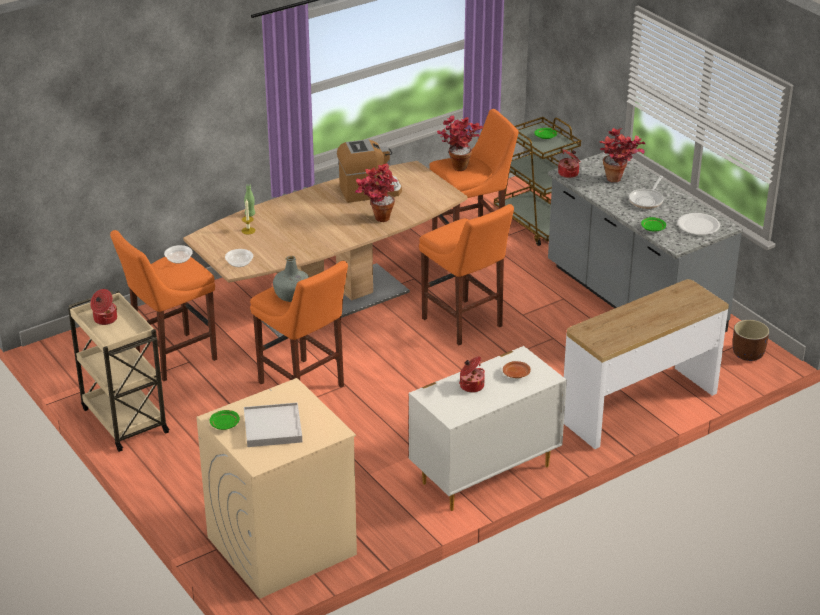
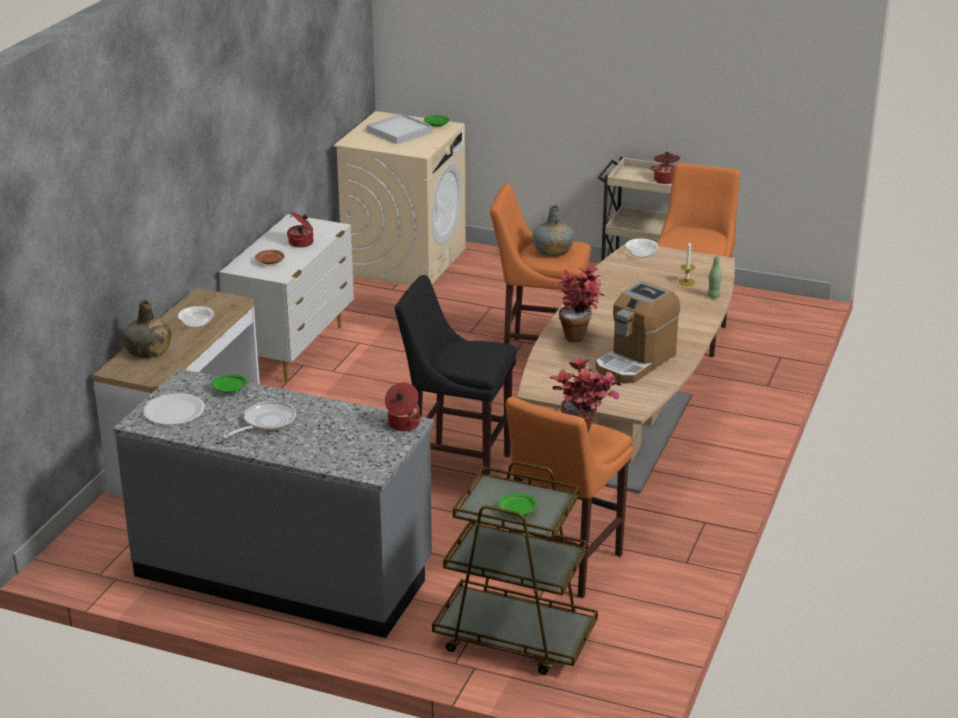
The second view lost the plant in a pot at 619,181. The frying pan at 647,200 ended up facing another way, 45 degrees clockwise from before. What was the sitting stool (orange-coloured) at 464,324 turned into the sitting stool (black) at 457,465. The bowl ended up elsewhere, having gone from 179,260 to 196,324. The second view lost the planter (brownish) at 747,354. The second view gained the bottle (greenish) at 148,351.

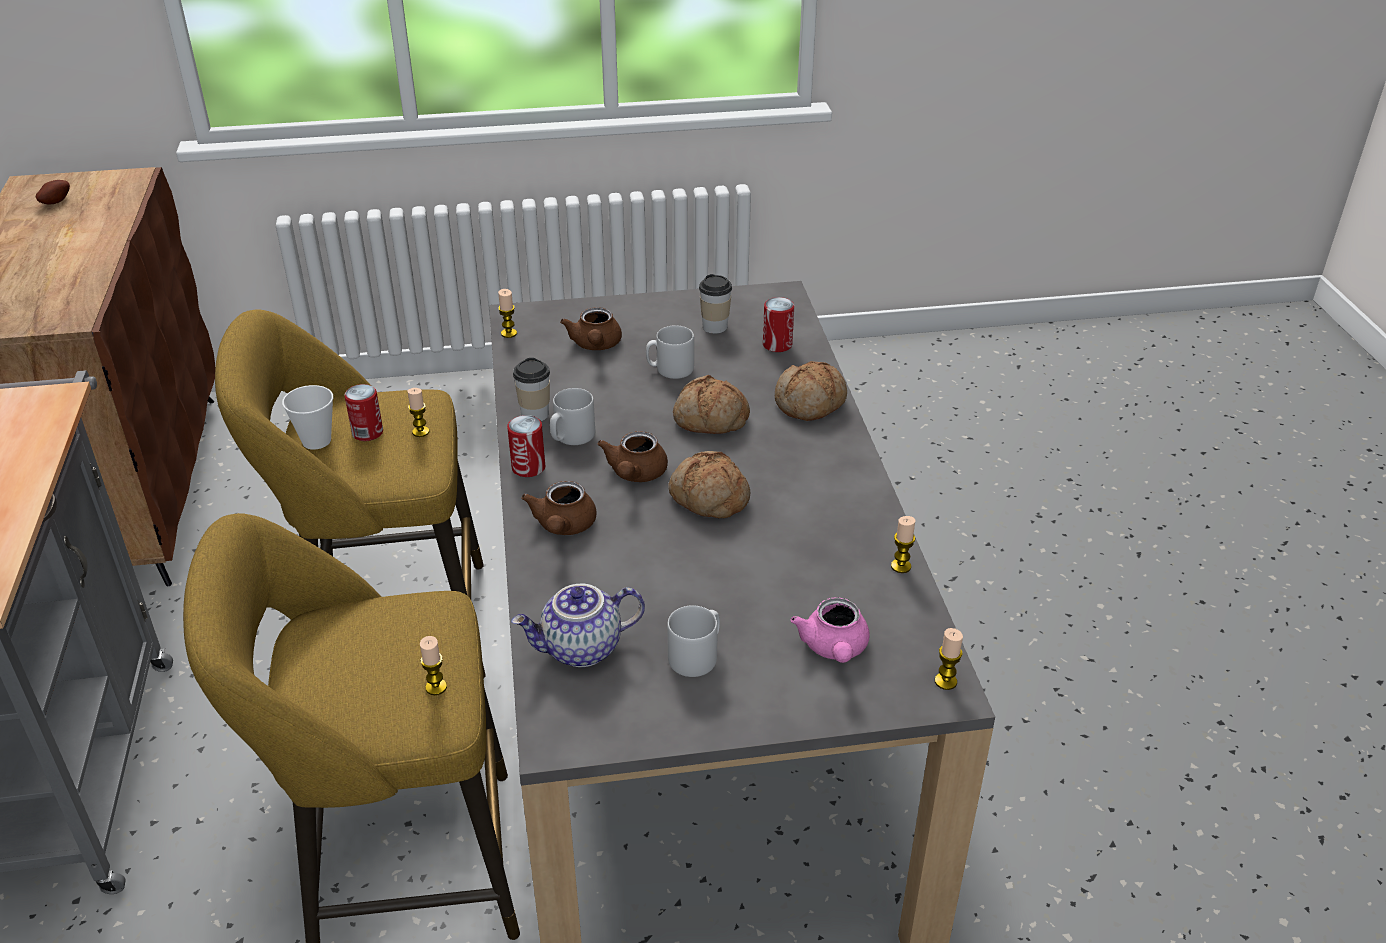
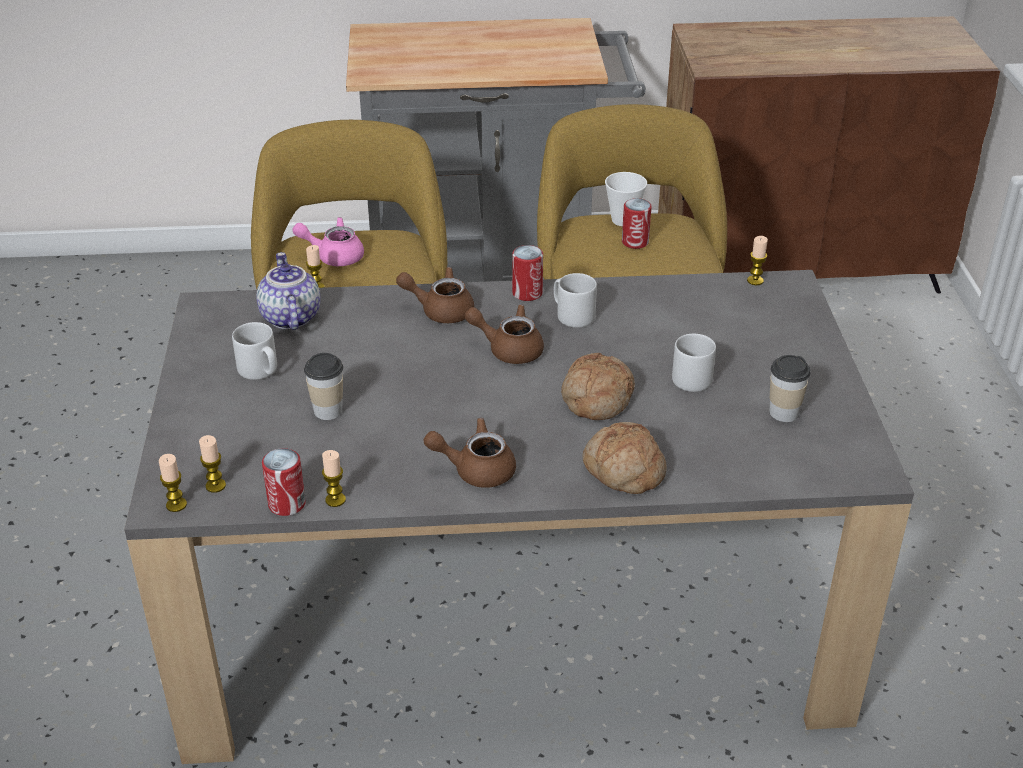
The second view lost the potato at 55,201. The sealed can ended up elsewhere, having gone from 777,345 to 287,504. The pot for tea (brownish) ended up elsewhere, having gone from 595,345 to 476,470. The small cup ended up elsewhere, having gone from 535,414 to 328,410. The candle ended up elsewhere, having gone from 420,432 to 215,486. The second view lost the bread at 708,498. The pot for tea (pink-coloured) ended up elsewhere, having gone from 834,649 to 334,256.

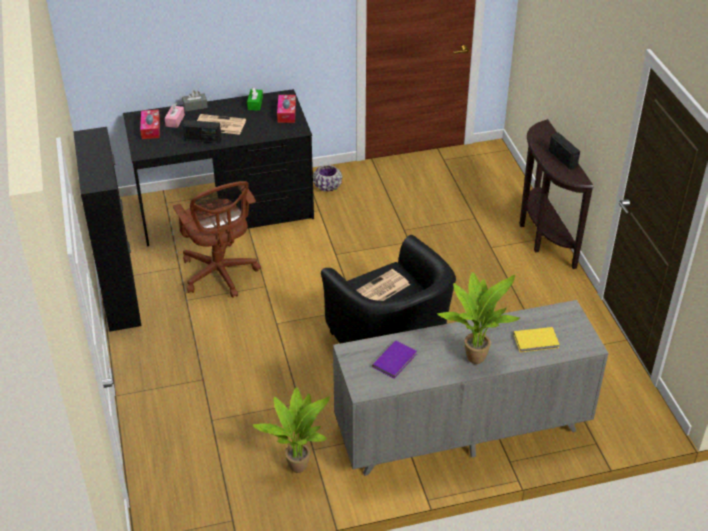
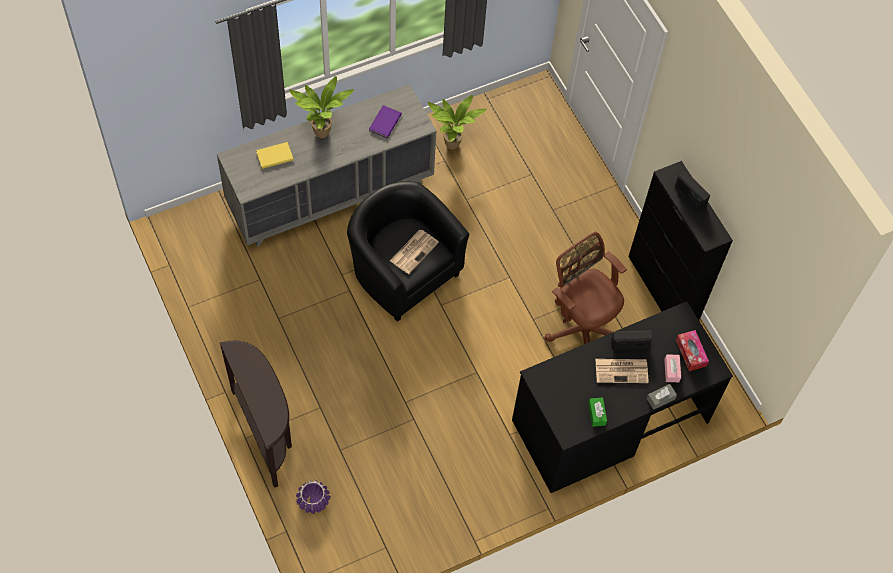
The second view lost the box of tissues at 286,113. The radio set ended up elsewhere, having gone from 563,159 to 690,196. The planter (purplish) ended up elsewhere, having gone from 327,186 to 313,501.

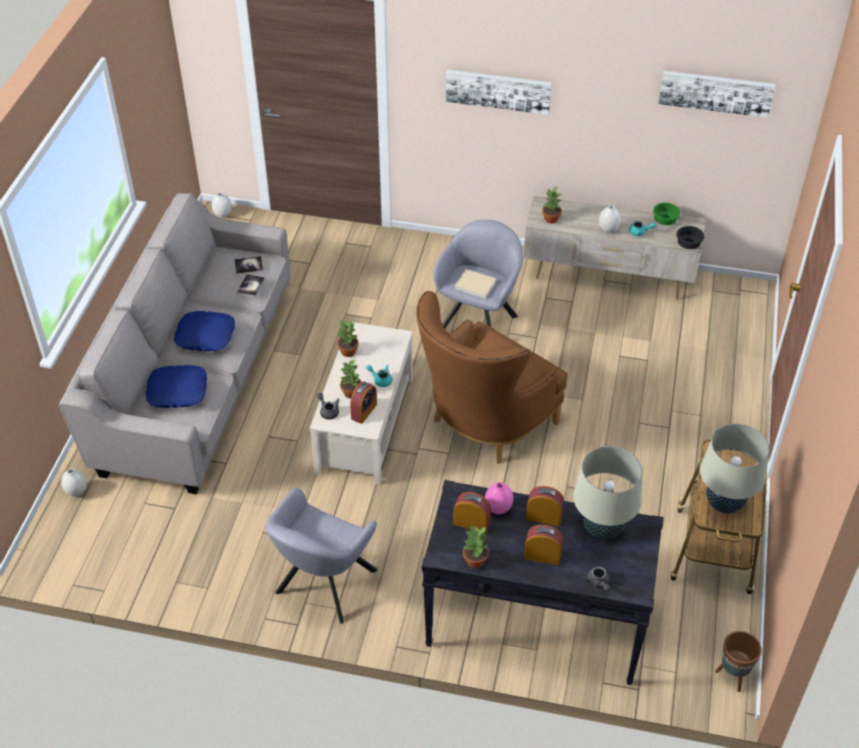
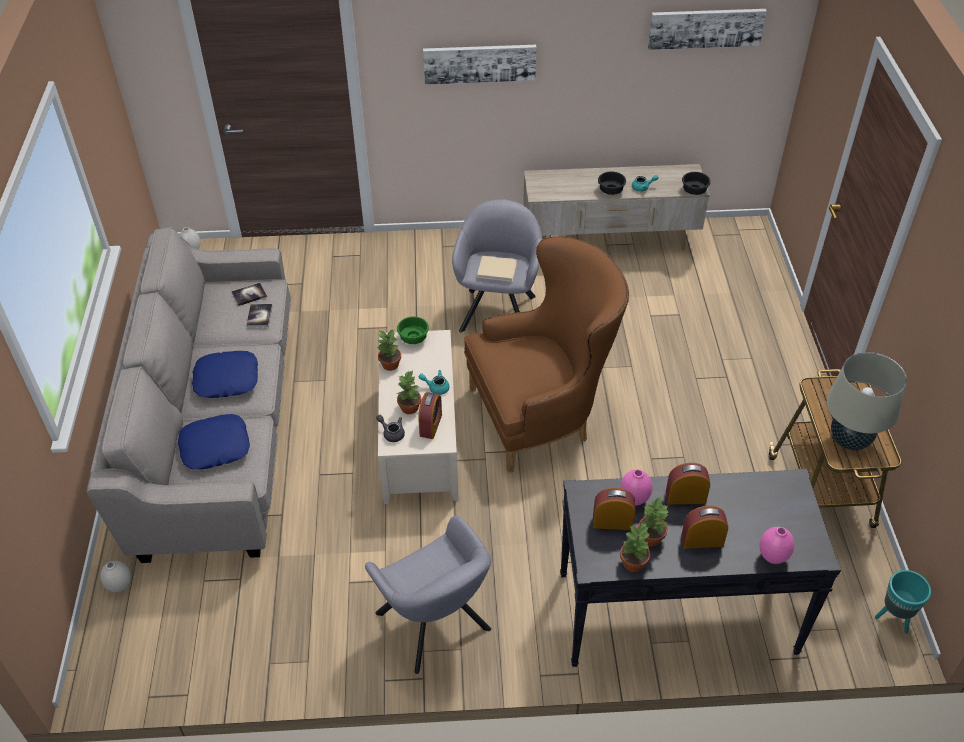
The plant in a pot ended up elsewhere, having gone from 550,219 to 650,538. The bowl (greenish) ended up elsewhere, having gone from 664,220 to 413,337. Where the decorative vase (white) stood at 608,230, the bowl (black) came to stand at 611,191. The armchair (brownish) at 482,426 ended up facing another way, 135 degrees counterclockwise from before. The second view lost the lamp for a table (sand-coloured) at 602,528. The armchair (gray) at 323,585 ended up facing another way, 45 degrees counterclockwise from before. Where the pot for tea (gray) stood at 598,583, the decorative vase (pink-coloured) came to stand at 773,557. What was the planter (brownish) at 733,676 turned into the planter (turquoise) at 894,618.

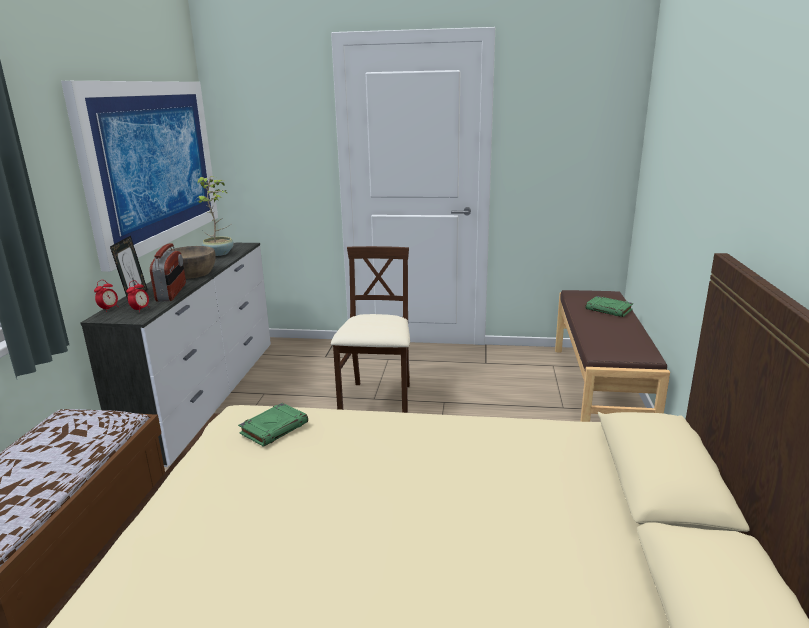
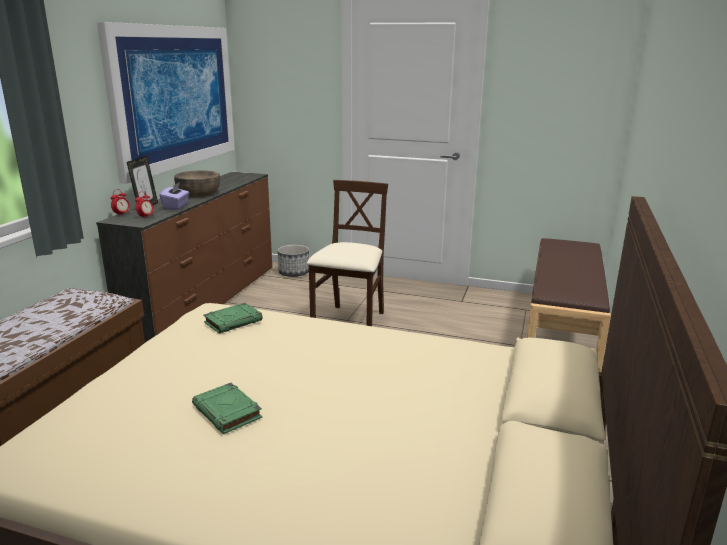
The second view lost the plant in a pot at 220,253. What was the dresser (white) at 207,393 turned into the dresser (brownish) at 206,301. Where the radio set stood at 172,292, the box of tissues (purplish) came to stand at 176,206. The volume (greenish) ended up elsewhere, having gone from 609,309 to 228,412. The second view gained the planter at 294,273.

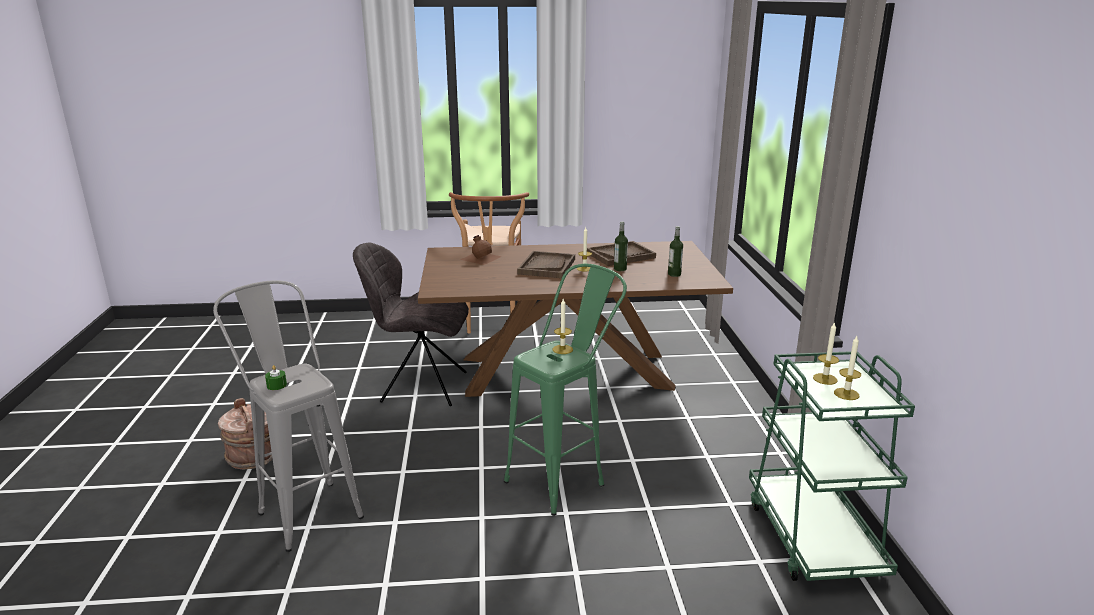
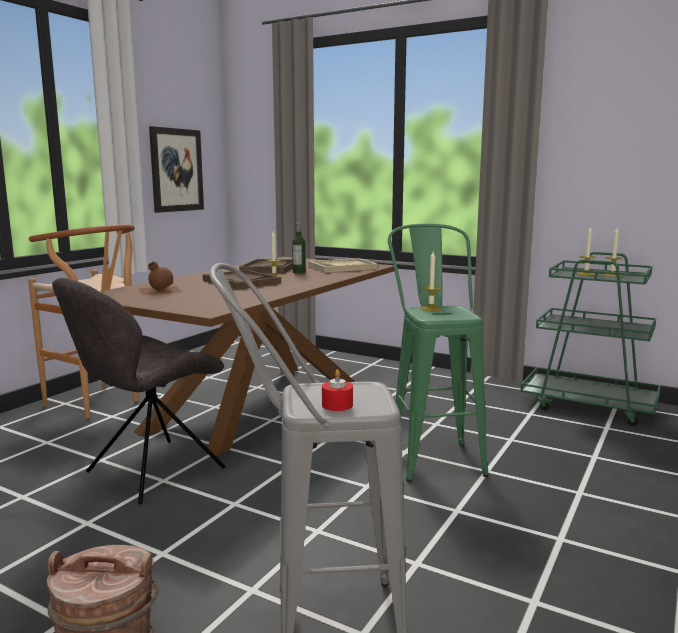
Where the bottle stood at 674,274, the serving tray (sand-coloured) came to stand at 342,267. What was the candle (greenish) at 276,385 turned into the candle (reddish) at 337,405. The second view gained the wall picture at 176,170.

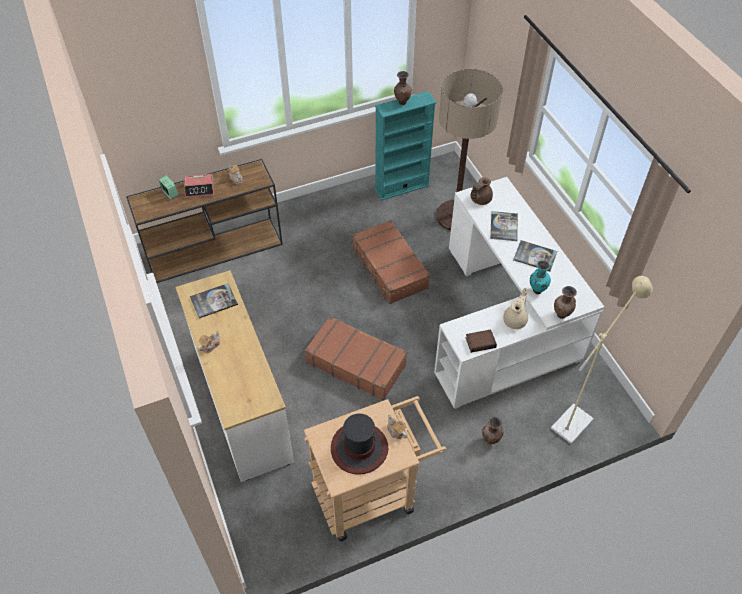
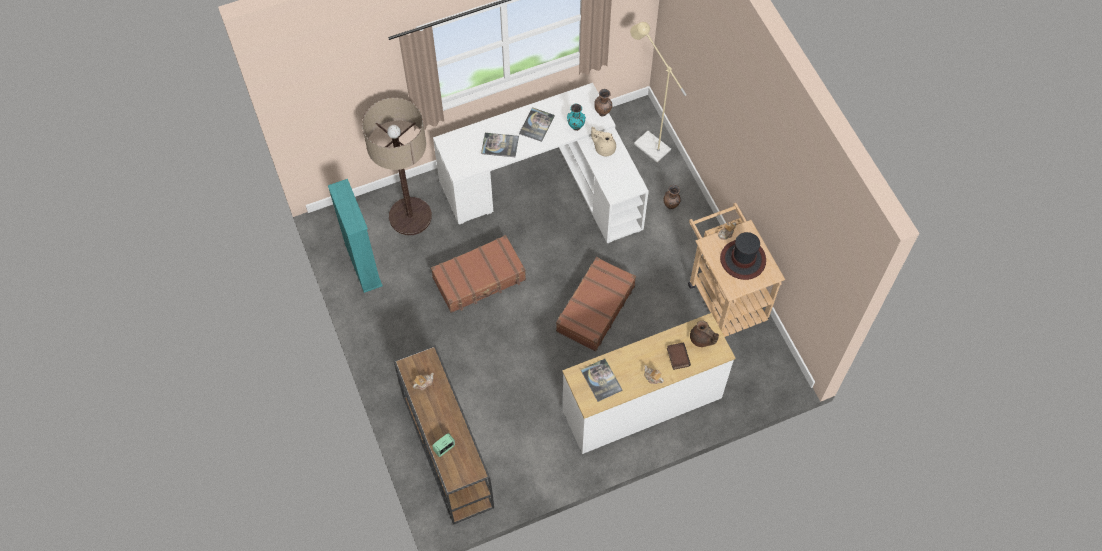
The second view lost the decorative vase (brownish) at 402,102. The second view lost the table clock at 200,189. The pot for tea (brownish) ended up elsewhere, having gone from 479,199 to 702,339. The volume ended up elsewhere, having gone from 480,342 to 677,357.

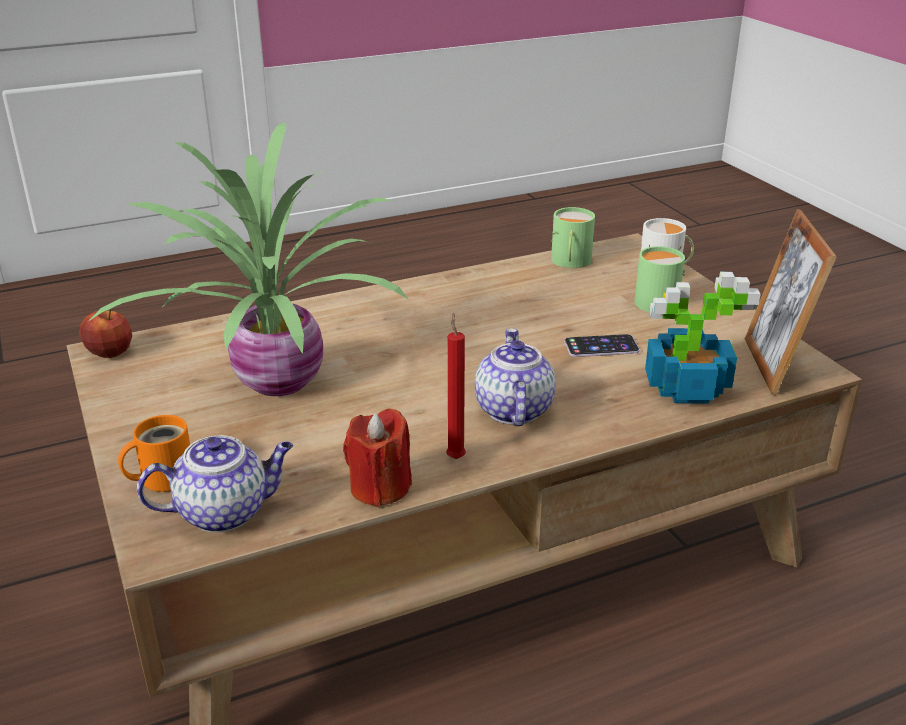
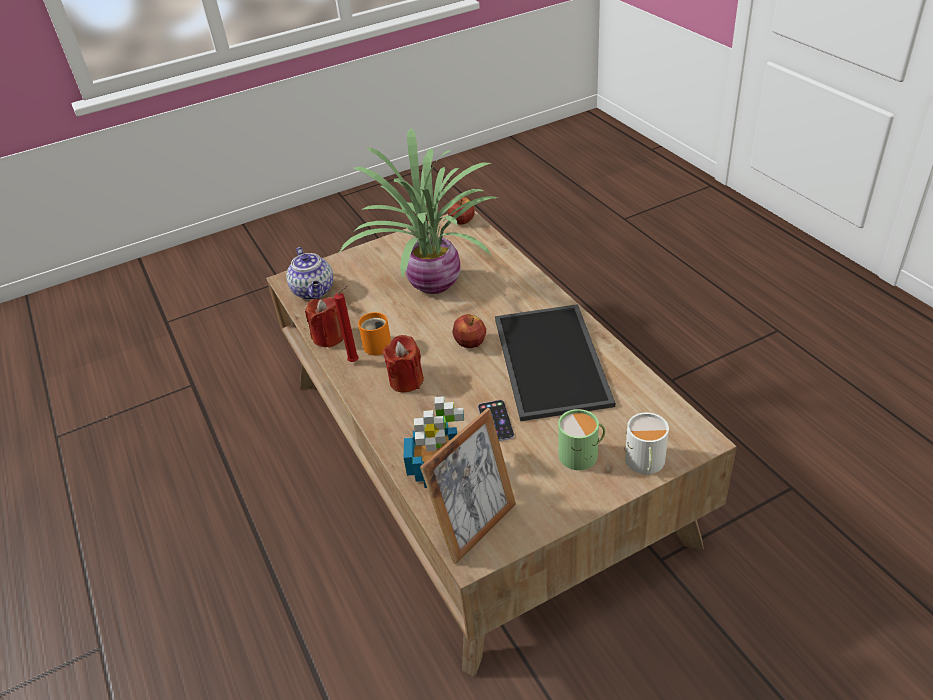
The second view lost the tea mug (greenish) at 570,261. The standing frame at 773,366 ended up facing another way, 135 degrees clockwise from before. Where the pot for tea stood at 512,409, the candle (reddish) came to stand at 406,380. The tea mug (orange-coloured) ended up elsewhere, having gone from 162,477 to 377,344. The second view gained the serving tray at 554,361. The second view gained the apple at 470,342.

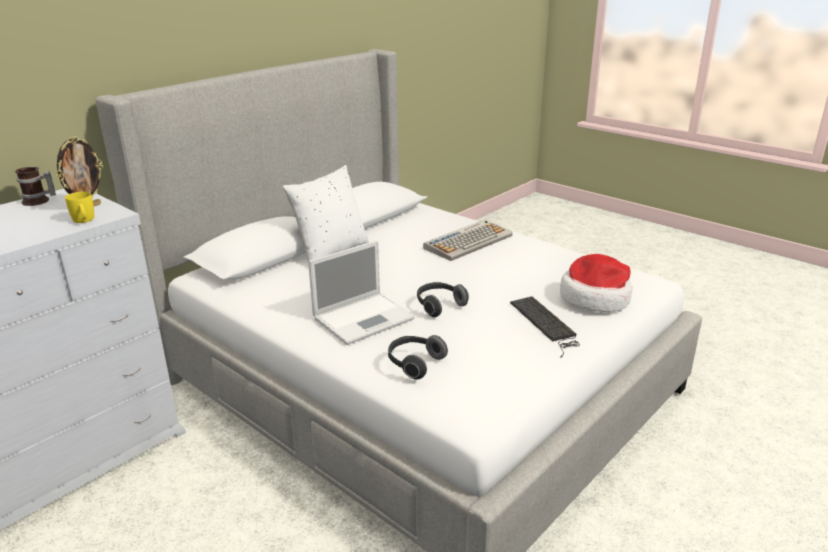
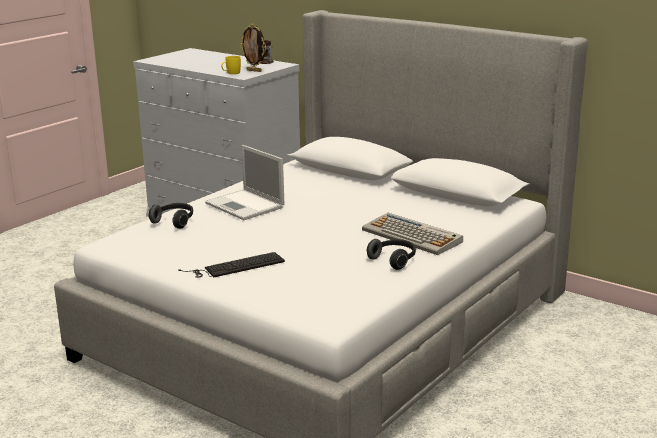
The second view lost the throw pillow (white) at 331,252. The second view lost the hat at 595,298. The headset ended up elsewhere, having gone from 439,306 to 394,260.

